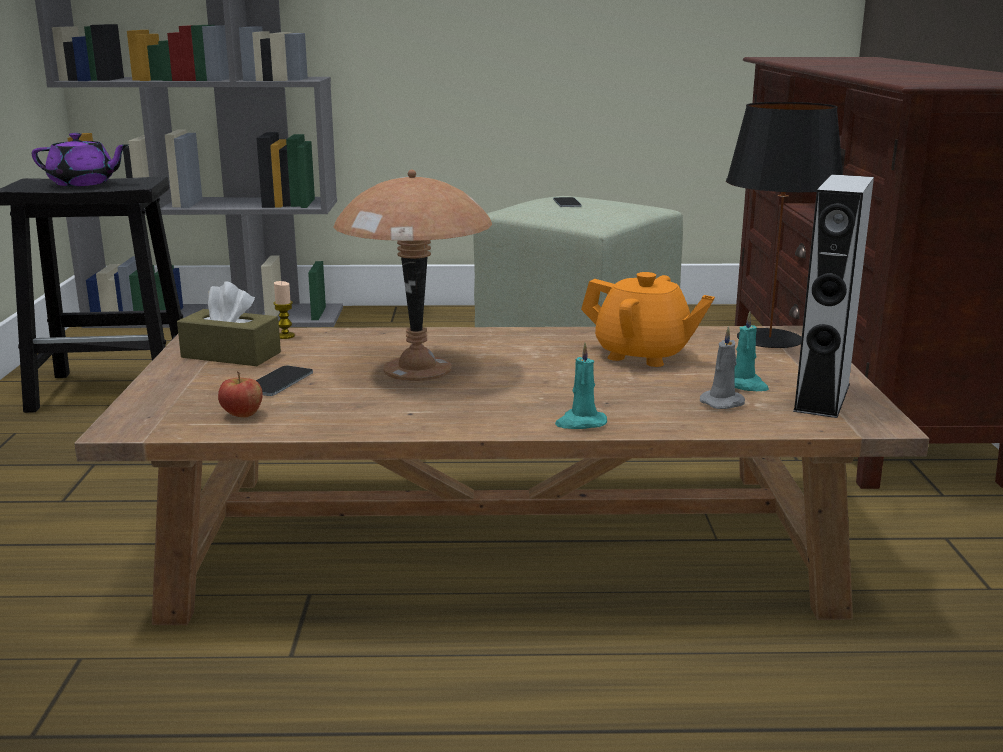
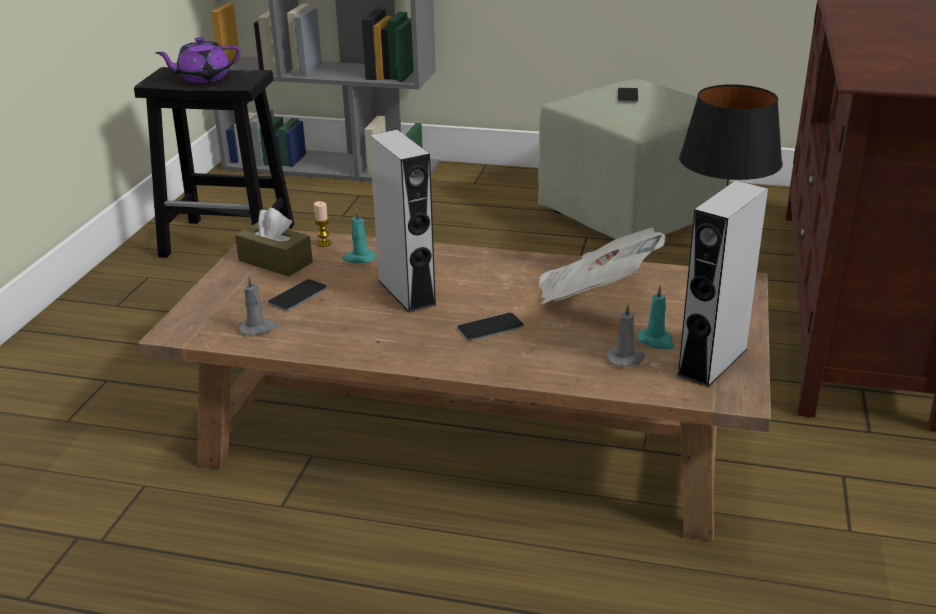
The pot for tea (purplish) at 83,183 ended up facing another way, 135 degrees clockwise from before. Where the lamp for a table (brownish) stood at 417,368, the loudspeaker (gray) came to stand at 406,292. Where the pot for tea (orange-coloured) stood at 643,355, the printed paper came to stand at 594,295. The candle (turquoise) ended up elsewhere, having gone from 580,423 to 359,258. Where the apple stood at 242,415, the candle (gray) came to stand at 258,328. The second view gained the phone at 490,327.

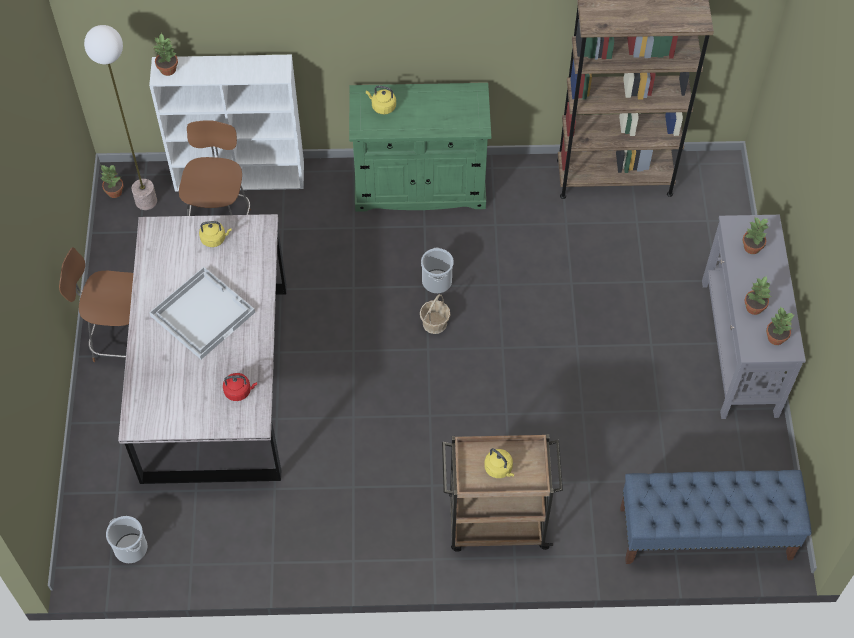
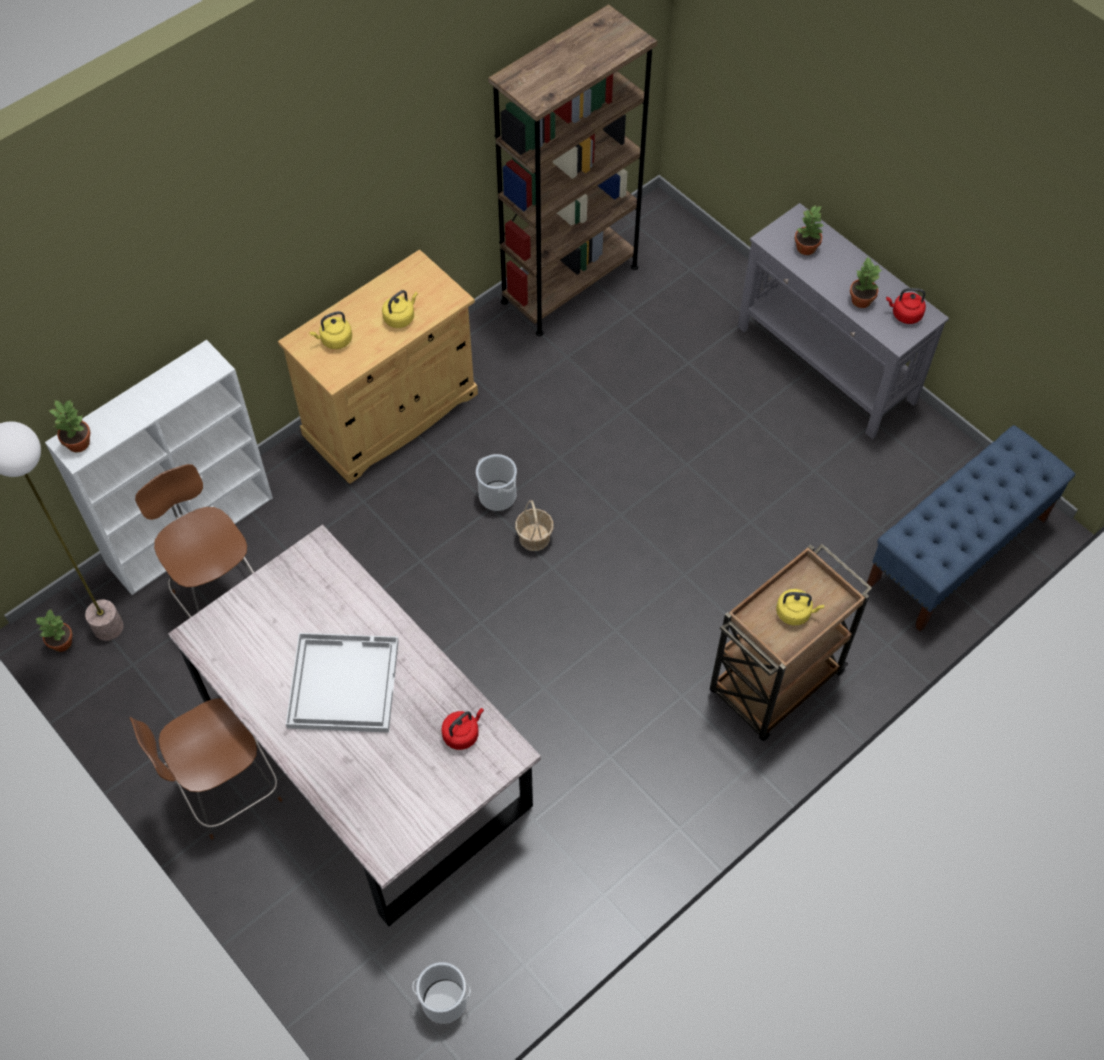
What was the storage cabinet (greenish) at 420,185 turned into the storage cabinet (sand-coloured) at 391,414. The water kettle (yellow-coloured) ended up elsewhere, having gone from 215,239 to 400,317. Where the plant in a pot stood at 775,337, the water kettle (reddish) came to stand at 904,314.

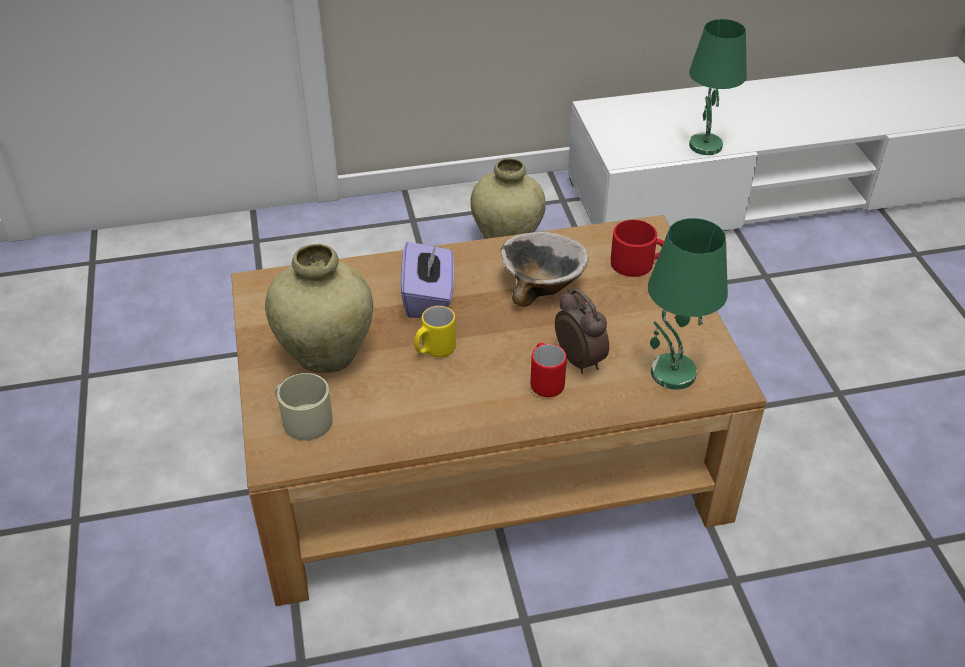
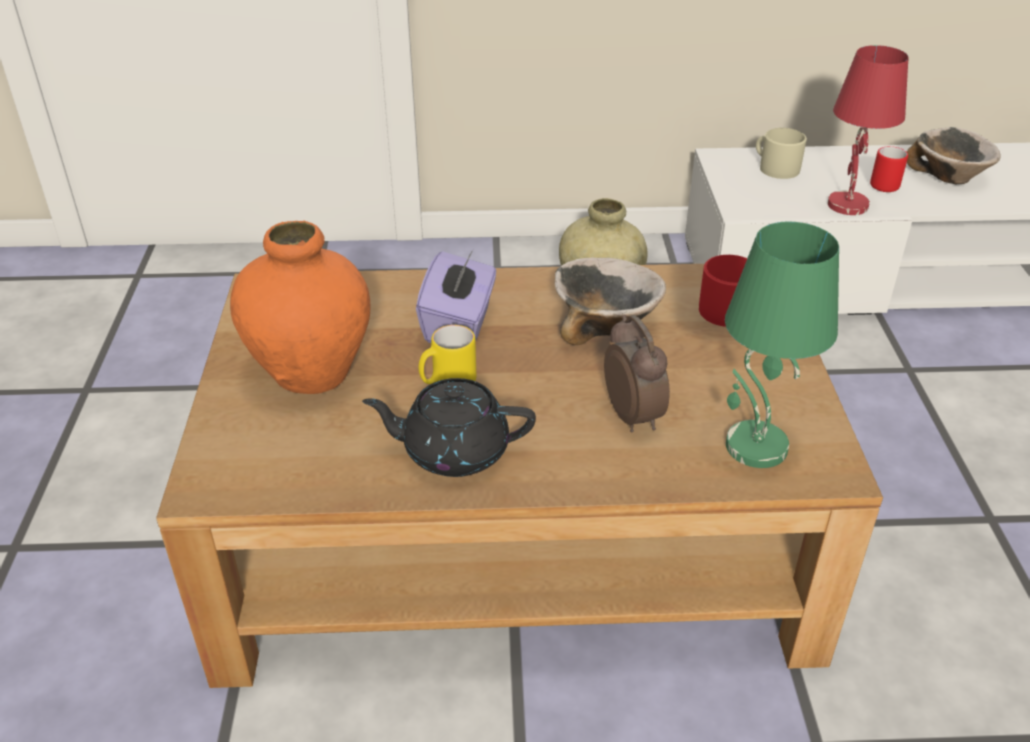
What was the lamp for a table (greenish) at 704,145 turned into the lamp for a table (reddish) at 846,204. What was the decorative vase (sand-coloured) at 326,356 turned into the decorative vase (orange-coloured) at 312,375. The tea mug (reddish) ended up elsewhere, having gone from 545,382 to 882,184. The tea mug (sand-coloured) ended up elsewhere, having gone from 302,419 to 775,167. The second view gained the bowl at 949,176. The second view gained the pot for tea (black) at 454,451.

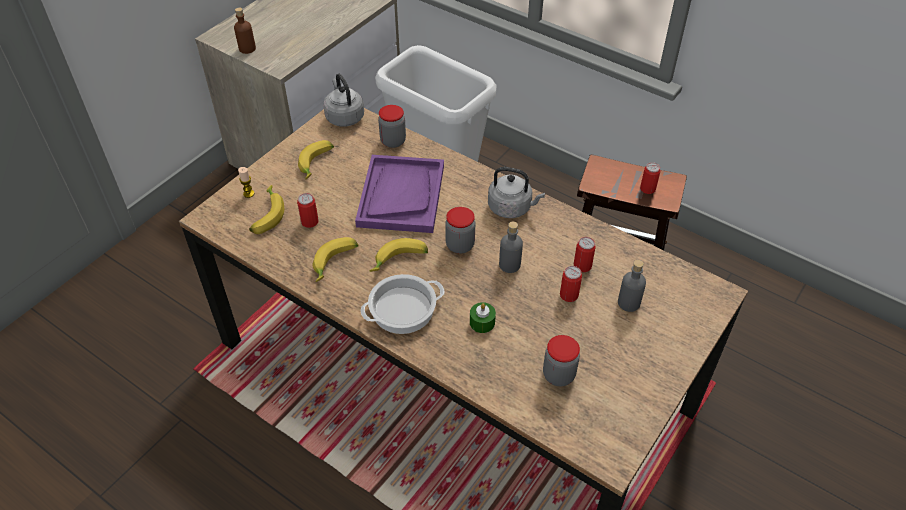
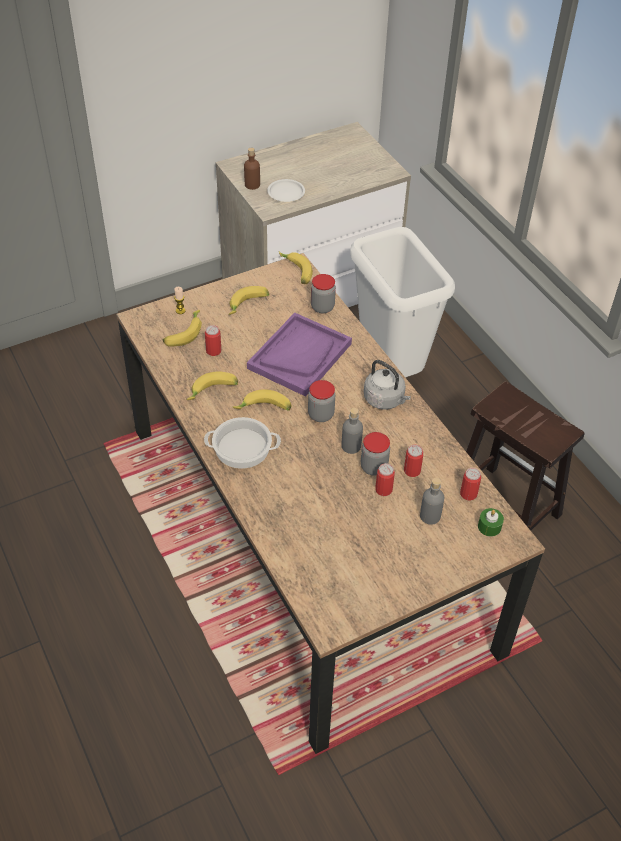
Where the water kettle (gray) stood at 344,116, the banana came to stand at 295,272. The sealed can ended up elsewhere, having gone from 647,189 to 468,494. The candle (greenish) ended up elsewhere, having gone from 482,322 to 489,527. The storage jar ended up elsewhere, having gone from 558,375 to 374,467. The second view gained the dinner plate (white) at 286,193.

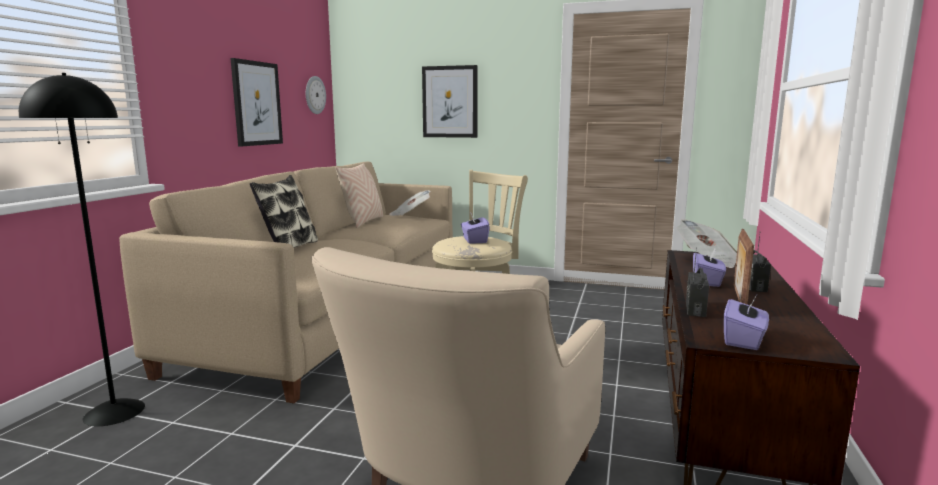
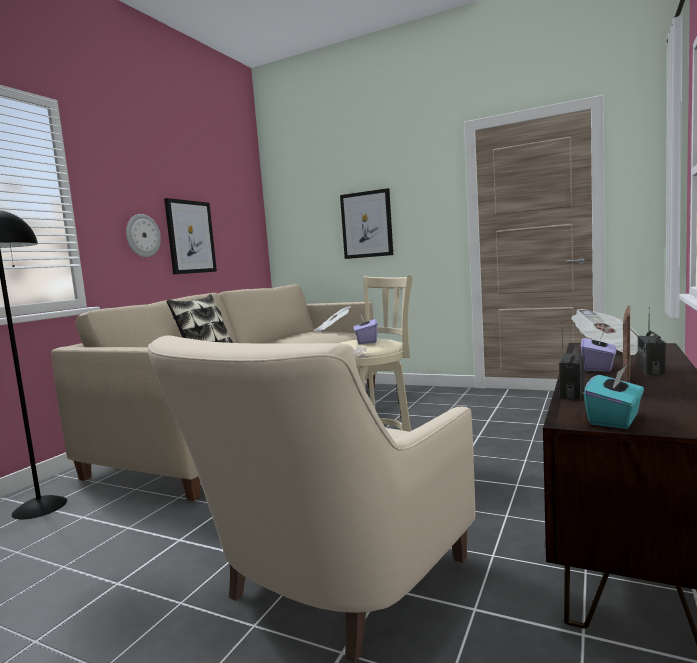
The hanging clock ended up elsewhere, having gone from 314,95 to 142,235. The second view lost the throw pillow (sand-coloured) at 363,222. What was the box of tissues (purplish) at 743,340 turned into the box of tissues (turquoise) at 615,419.

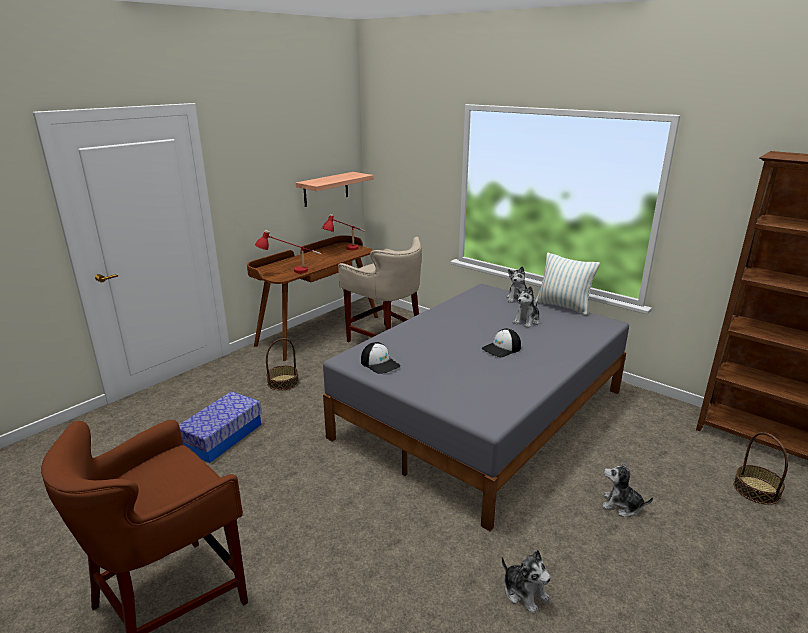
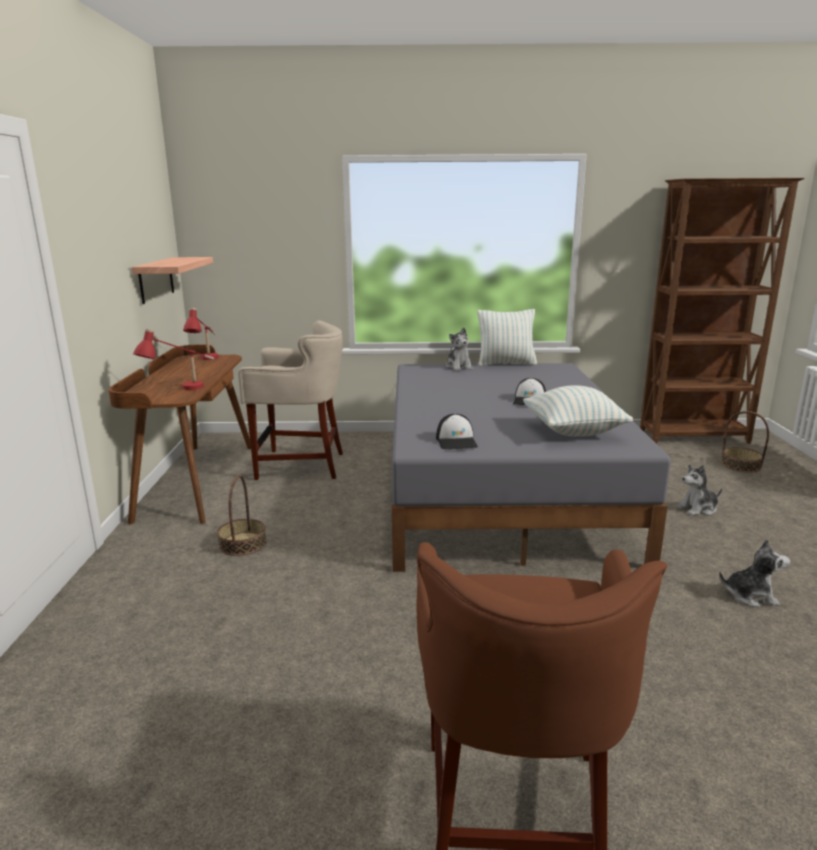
The second view lost the soft toy at 527,321. The peaked cap at 380,363 ended up facing another way, 75 degrees clockwise from before. The second view lost the storage container at 222,437. The second view gained the throw pillow at 573,431.

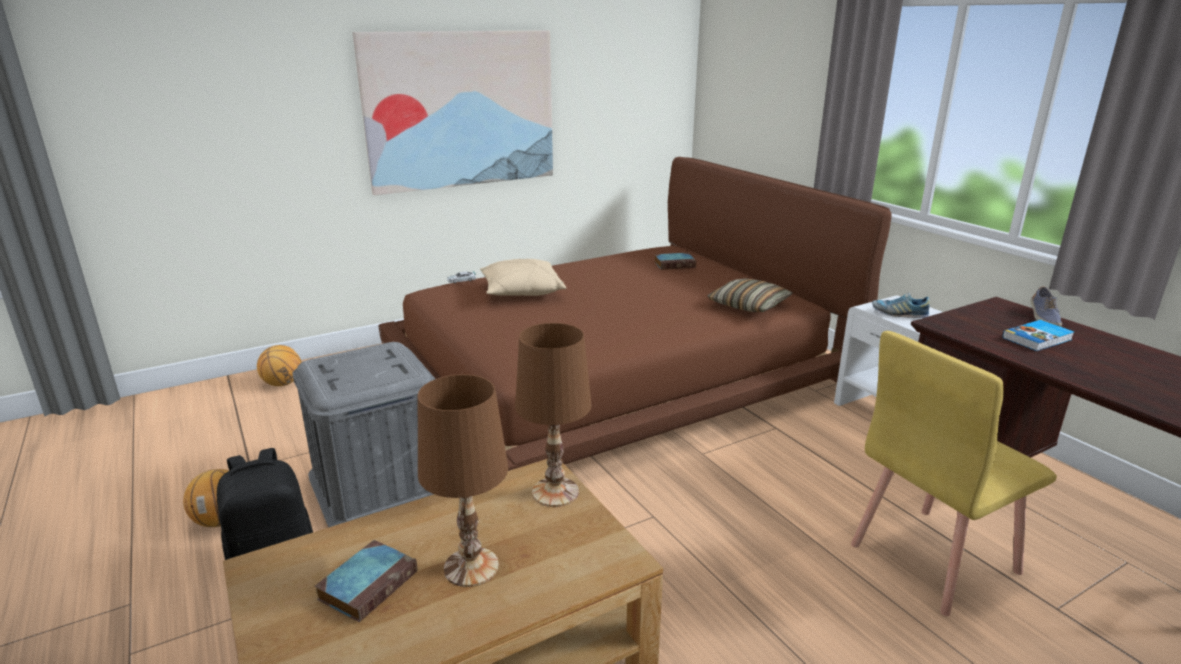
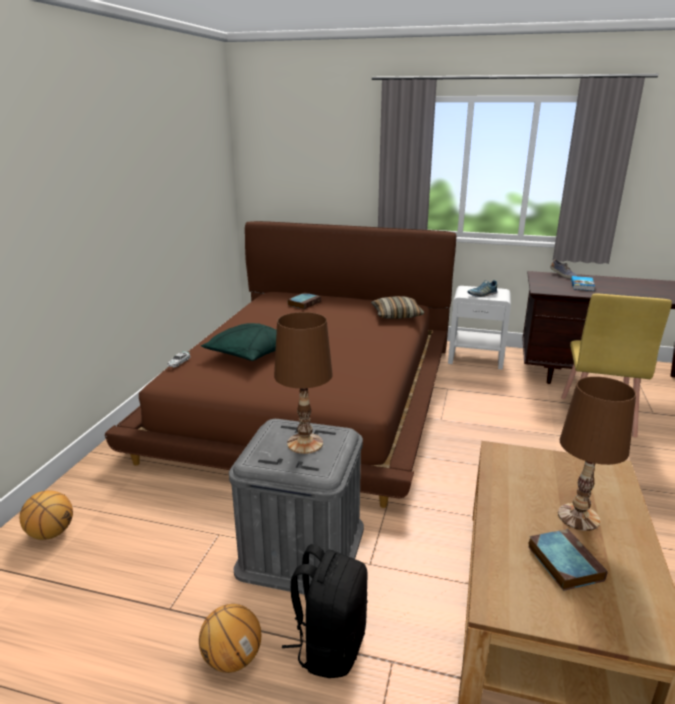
The second view lost the wall picture at 461,110. What was the throw pillow (sand-coloured) at 521,292 turned into the throw pillow (greenish) at 249,354. The lamp for a table (brownish) ended up elsewhere, having gone from 556,492 to 305,443.

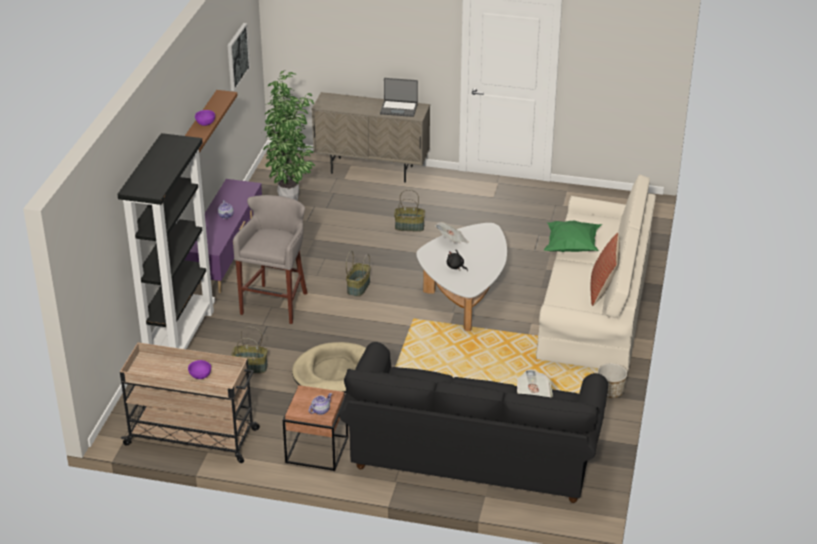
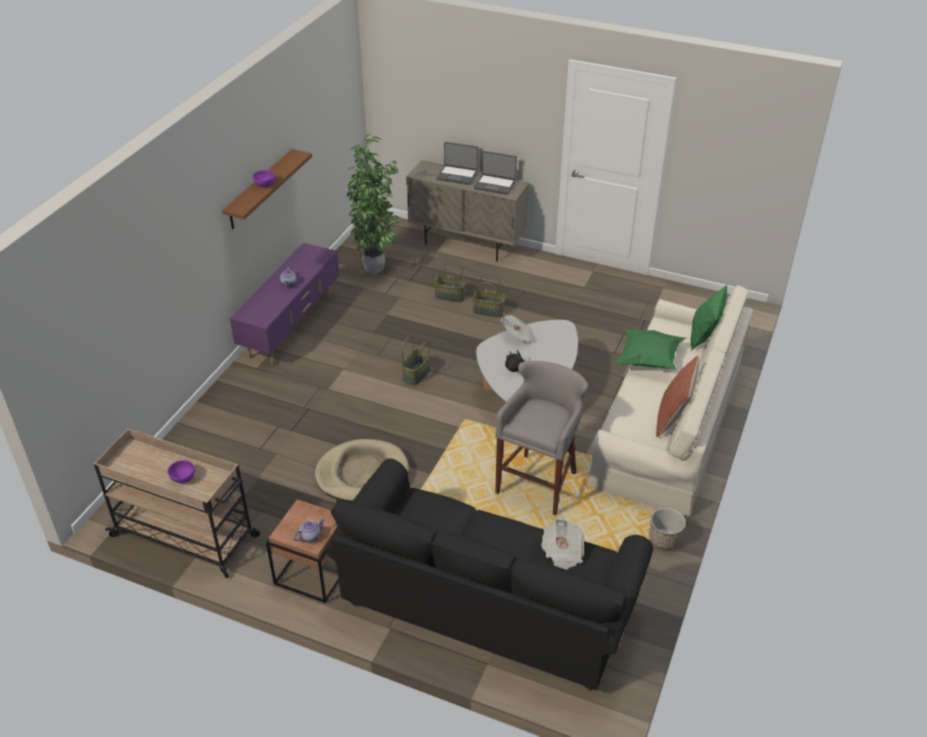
The second view lost the wall picture at 237,56. The second view lost the bookshelf (black) at 179,339. The sitting stool (gray) ended up elsewhere, having gone from 276,303 to 538,482. The household basket ended up elsewhere, having gone from 250,367 to 449,296. The second view gained the notebook computer at 457,175. The second view gained the throw pillow (greenish) at 704,338.

